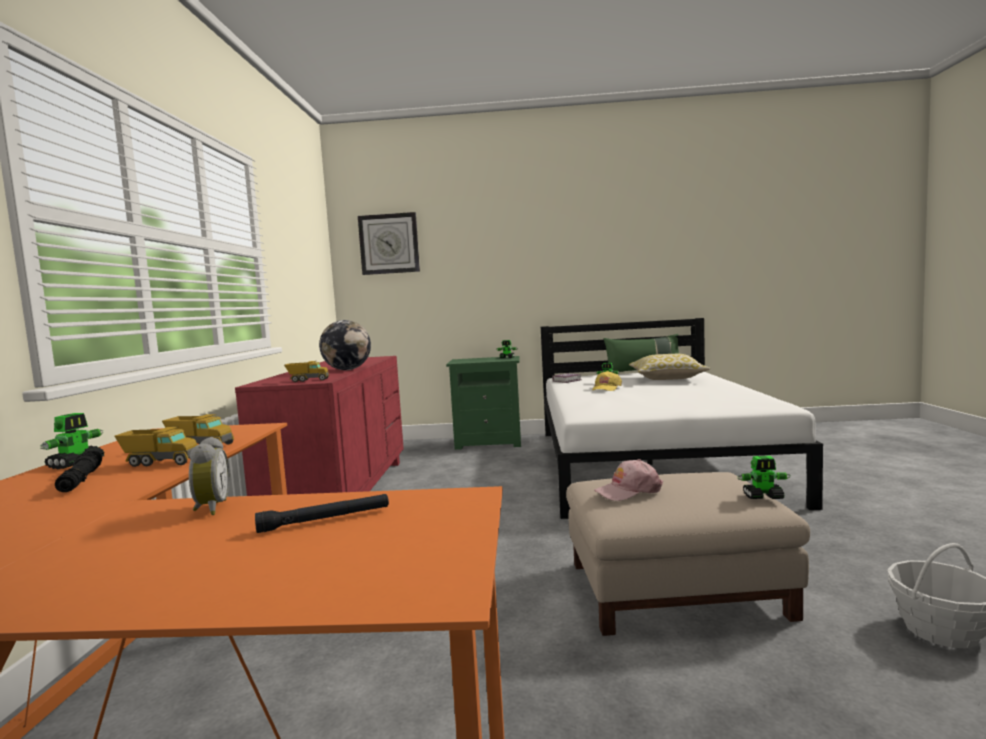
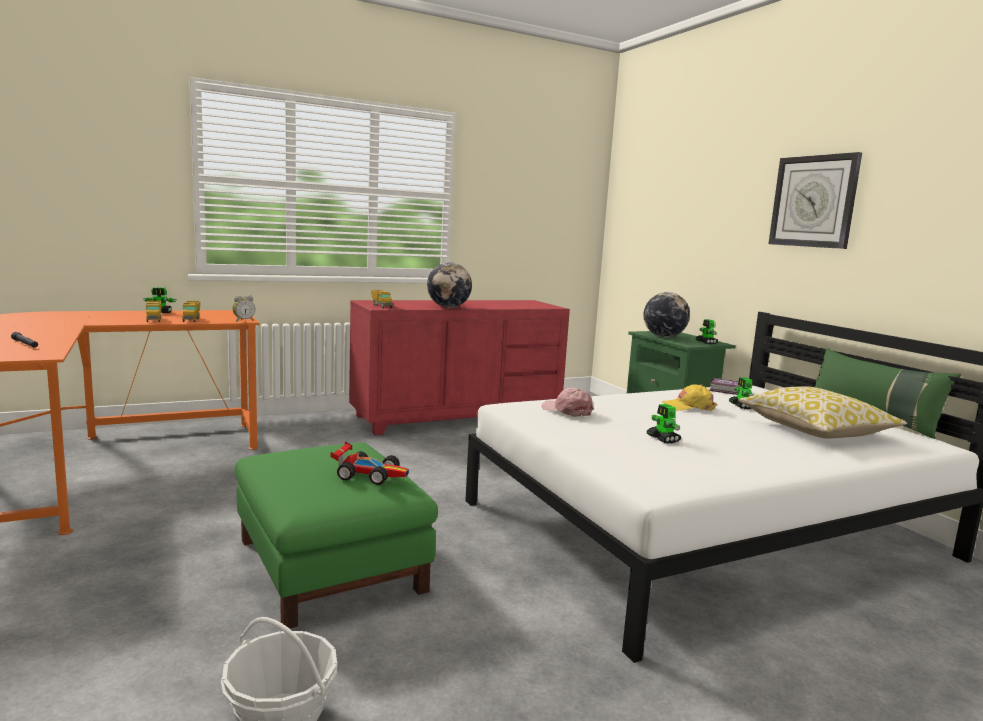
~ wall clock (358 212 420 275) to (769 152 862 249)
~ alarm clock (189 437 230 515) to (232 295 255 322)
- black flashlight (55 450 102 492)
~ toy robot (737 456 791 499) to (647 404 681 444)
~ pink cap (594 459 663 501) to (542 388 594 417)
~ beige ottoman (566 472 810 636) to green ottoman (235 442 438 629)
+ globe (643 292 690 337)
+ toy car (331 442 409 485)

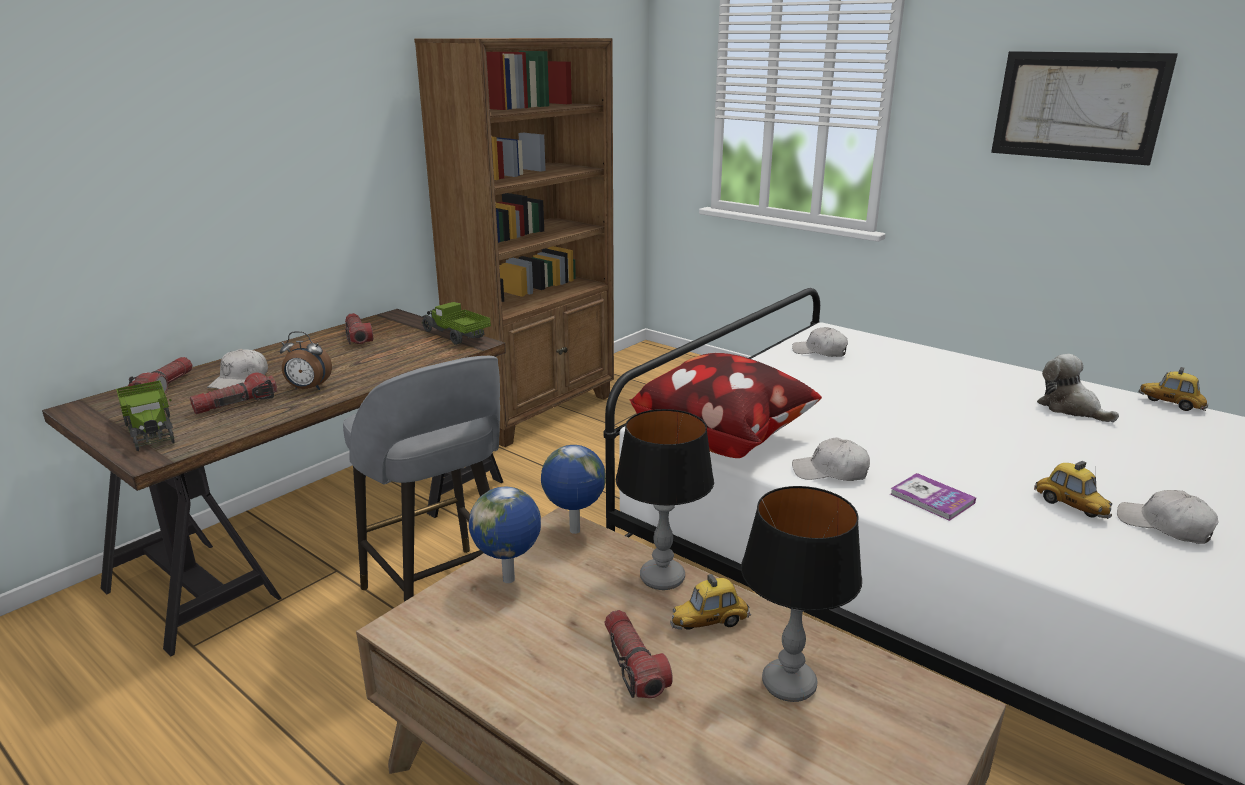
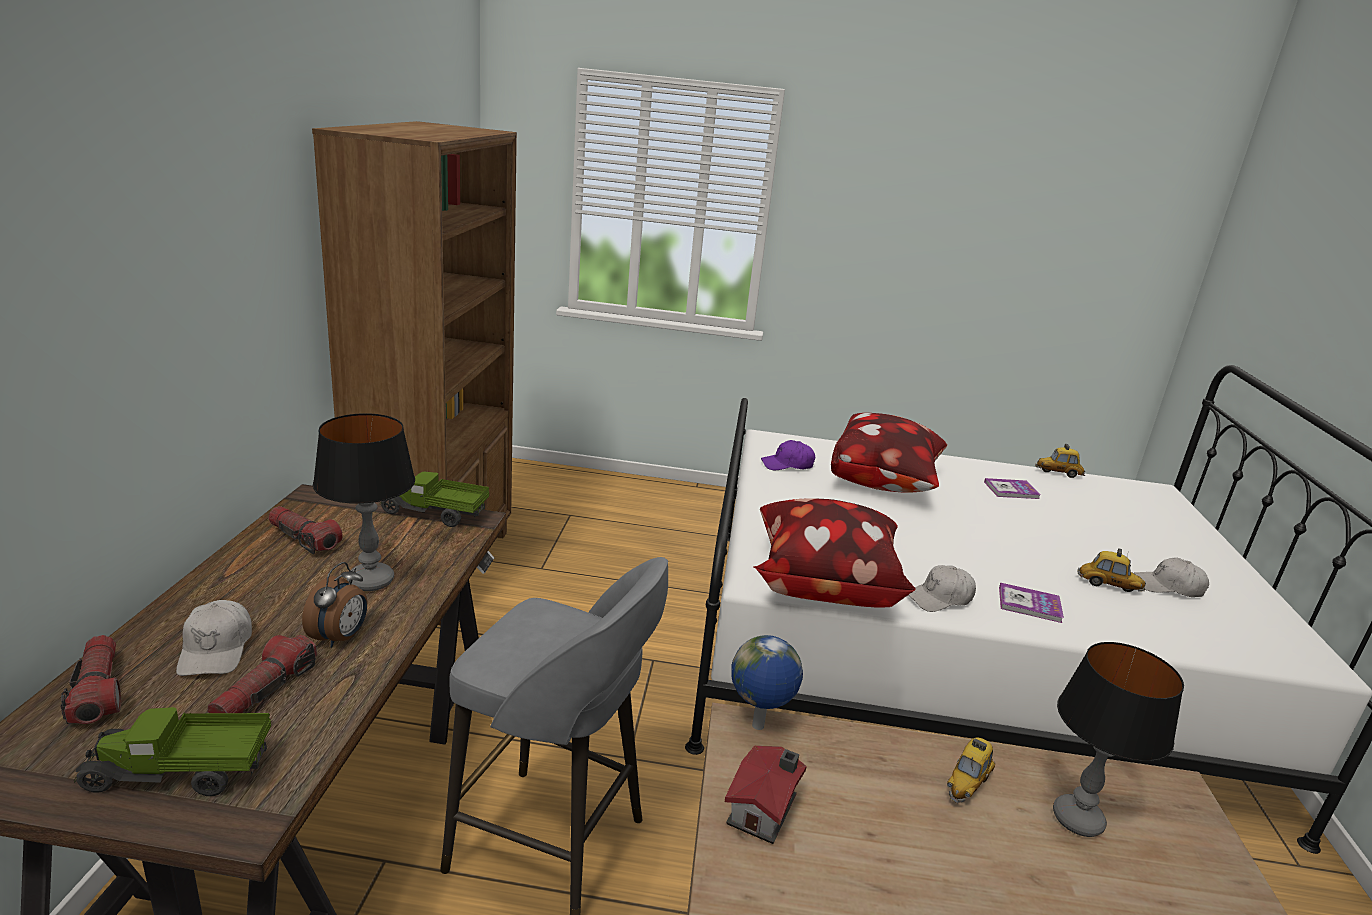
- picture (991 51 1178 166)
~ white cap (792 327 848 357) to purple cap (761 440 815 470)
~ alarm clock (280 331 332 390) = (302 562 367 648) 45 degrees counterclockwise
~ plush toy (1037 354 1119 422) to book (984 478 1041 499)
~ toy truck (116 380 175 451) = (74 707 271 796) 150 degrees clockwise
~ table lamp (616 409 714 590) to (313 413 415 591)
~ globe (469 487 541 583) to toy house (725 746 807 844)
- flashlight (605 610 673 698)
+ pillow (831 413 947 493)

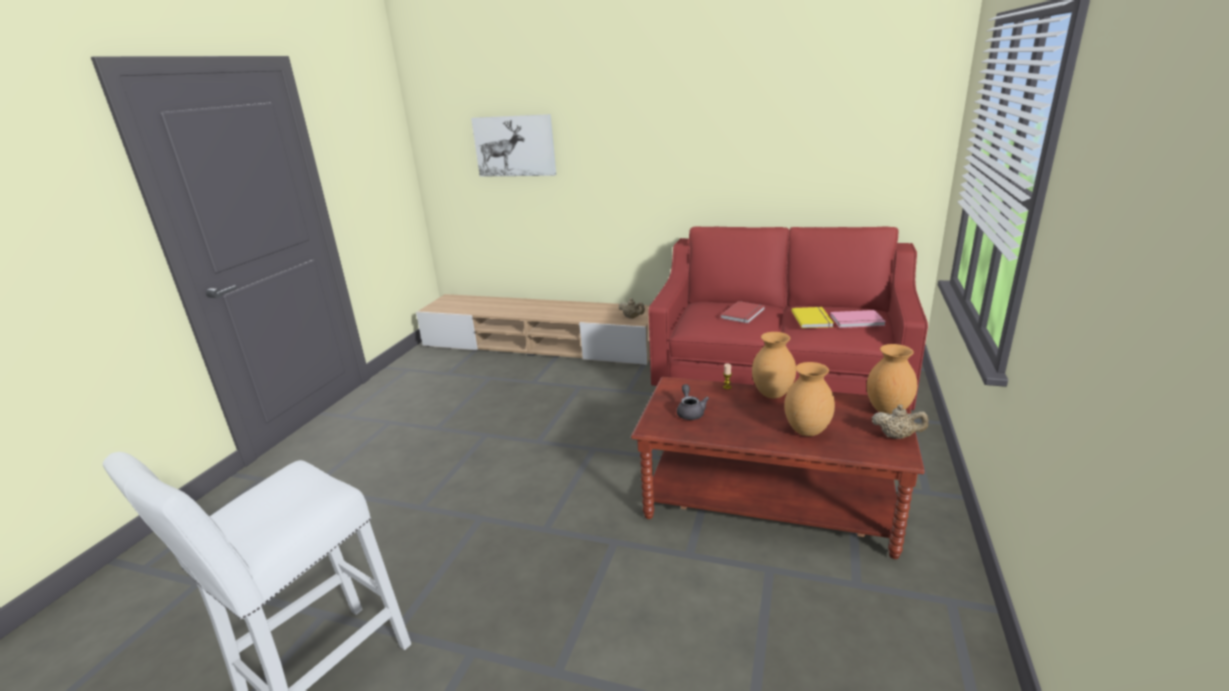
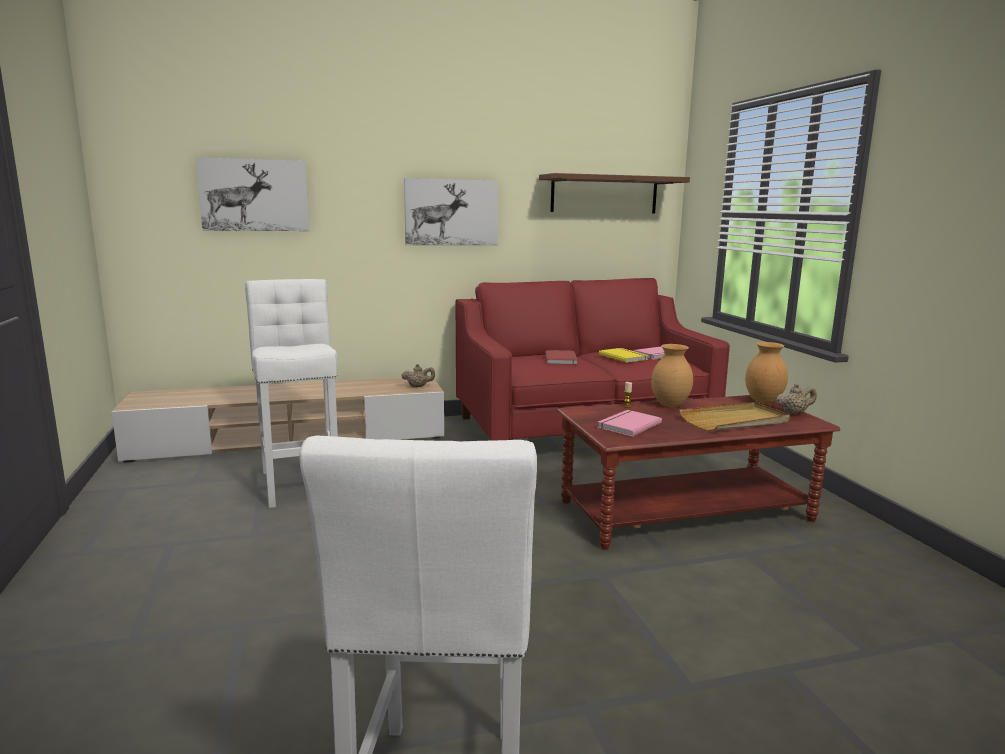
~ brown vase (784 362 835 436) to beige tray (679 402 790 431)
~ grey teapot (677 384 709 420) to pink book (597 410 662 437)
+ brown shelf (539 173 690 213)
+ picture (404 178 498 245)
+ white stool (245 279 338 508)

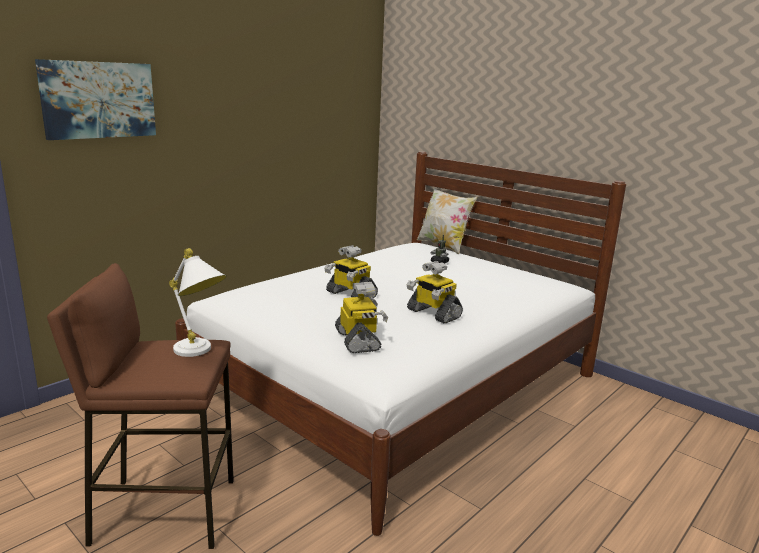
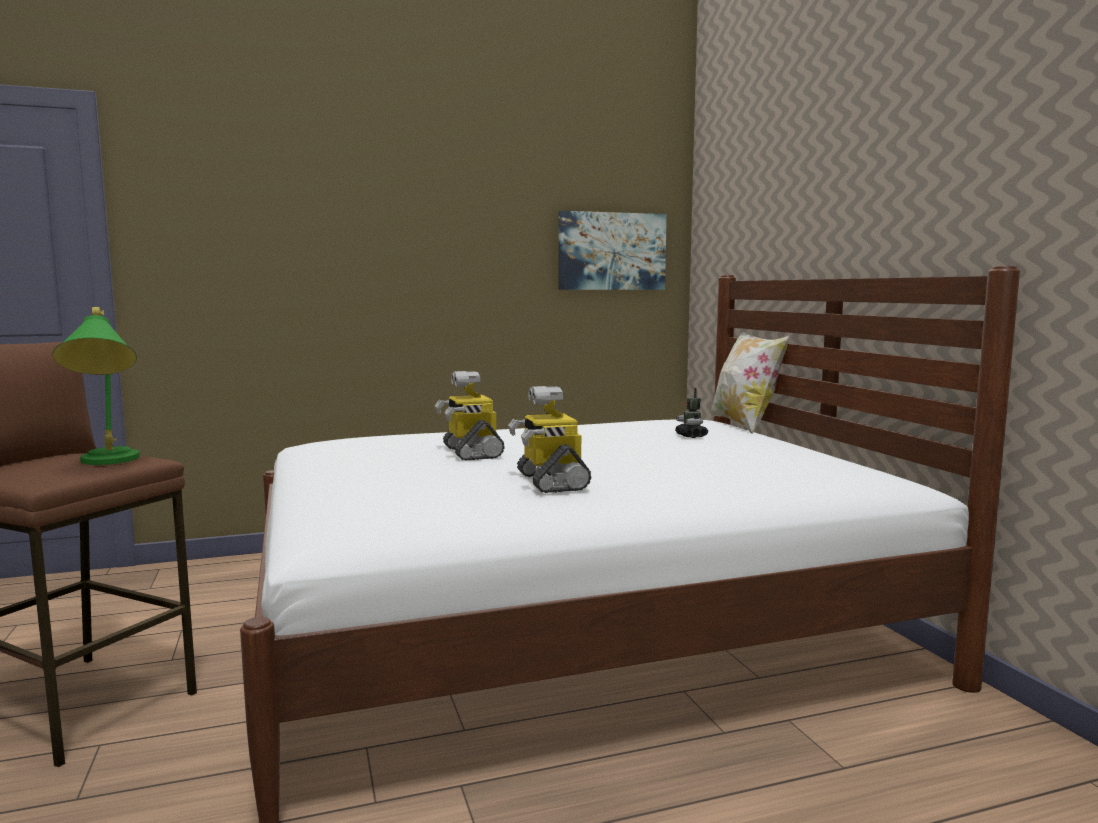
~ picture (35 59 156 140) to (558 211 667 290)
~ white table lamp (169 248 227 357) to green table lamp (53 307 140 465)
- toy robot (335 282 388 353)

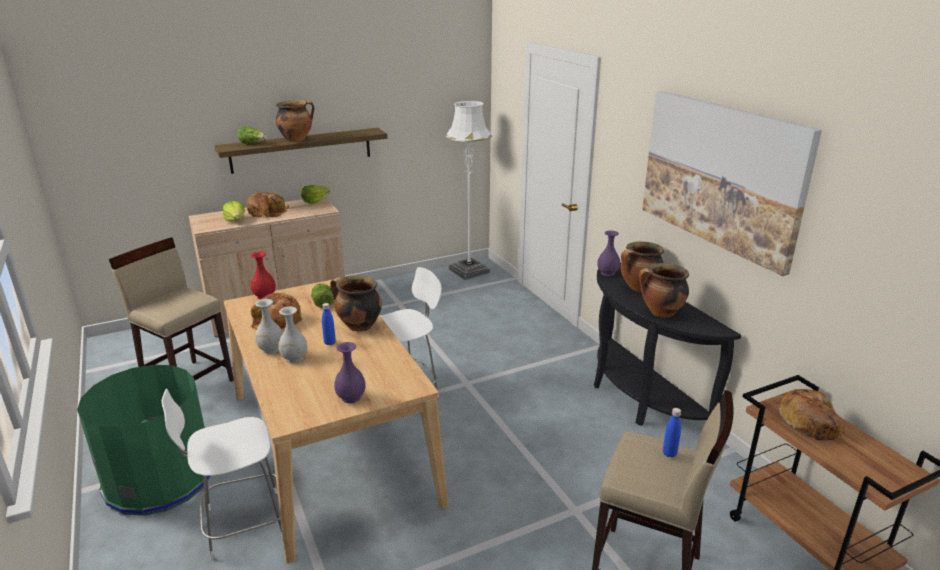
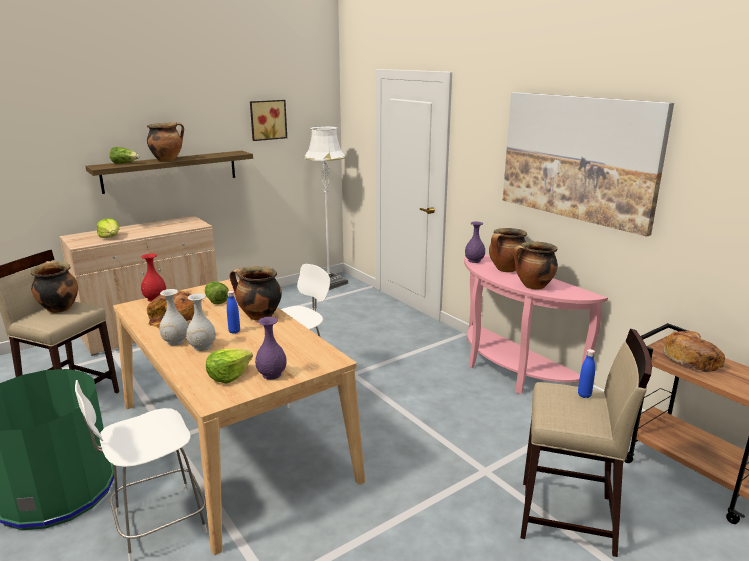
~ lettuce (301 185 330 204) to (206 348 253 383)
- bread (246 192 289 218)
~ black console table (594 263 741 426) to pink console table (464 254 608 394)
+ picture (250 100 287 141)
+ cooking pot (31 261 78 313)

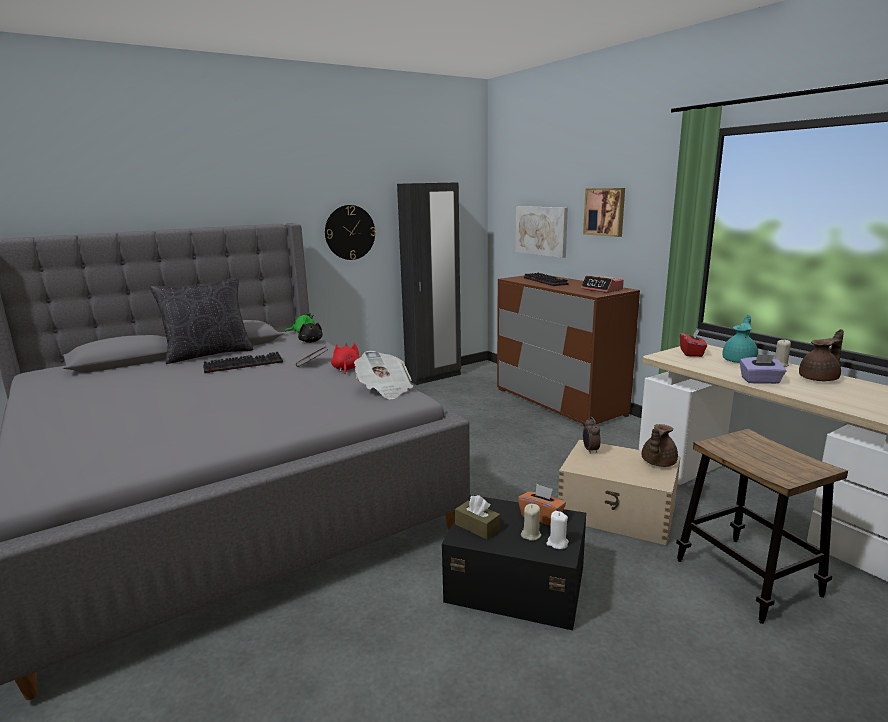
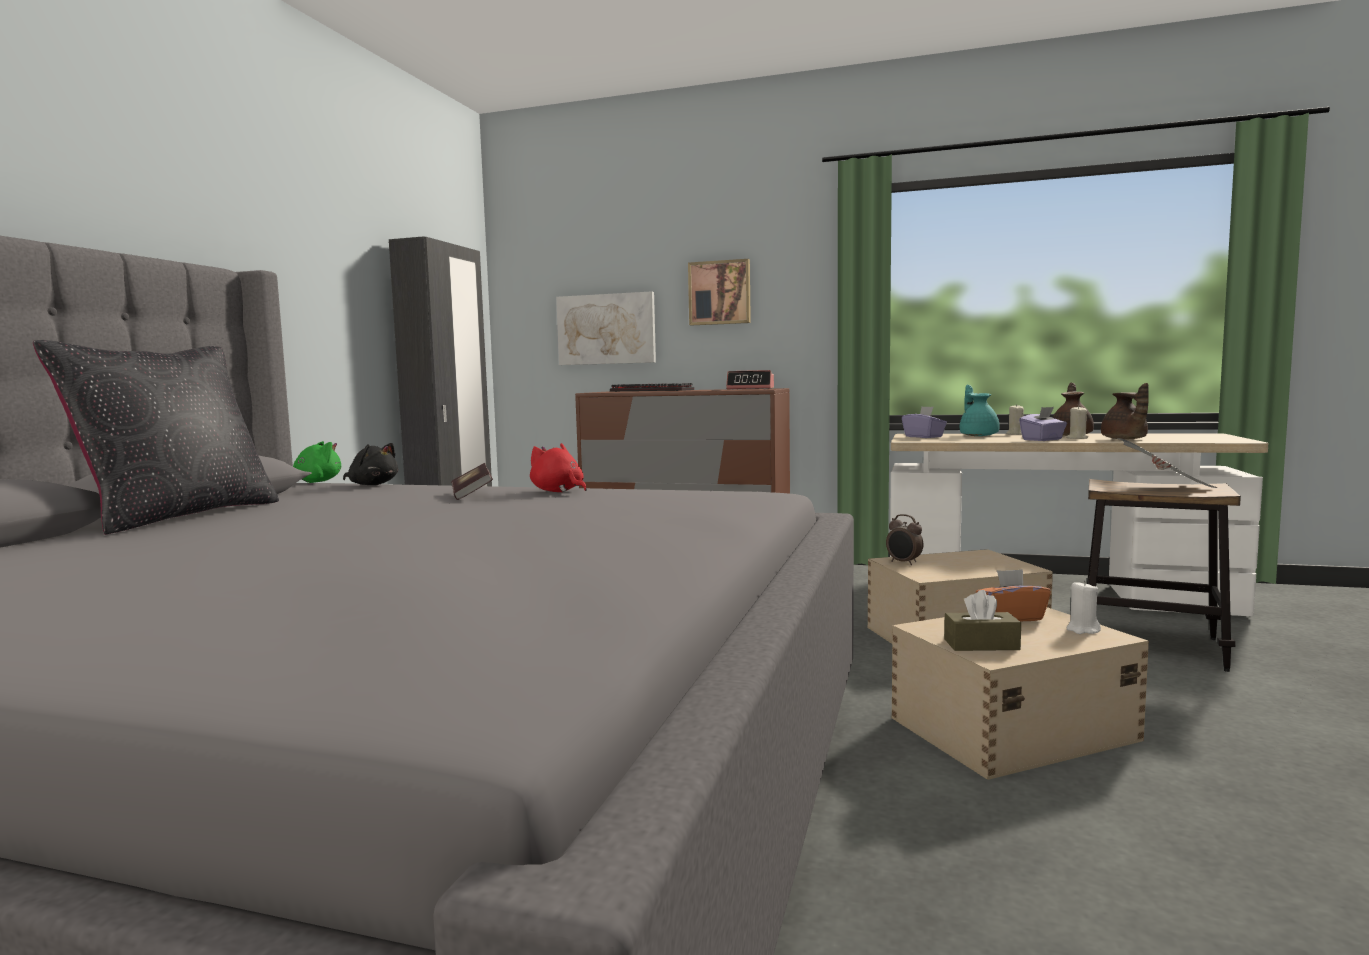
- wall clock (325 205 376 260)
~ red tissue box (680 329 707 357) to purple tissue box (902 406 947 438)
~ newspaper (354 351 413 400) to (1117 438 1217 488)
- keyboard (203 352 283 373)
~ brown teapot (642 424 678 467) to (1101 383 1149 440)
~ black storage box (442 495 586 630) to beige storage box (892 607 1149 780)
~ beige candle (521 504 541 541) to (1066 406 1088 439)

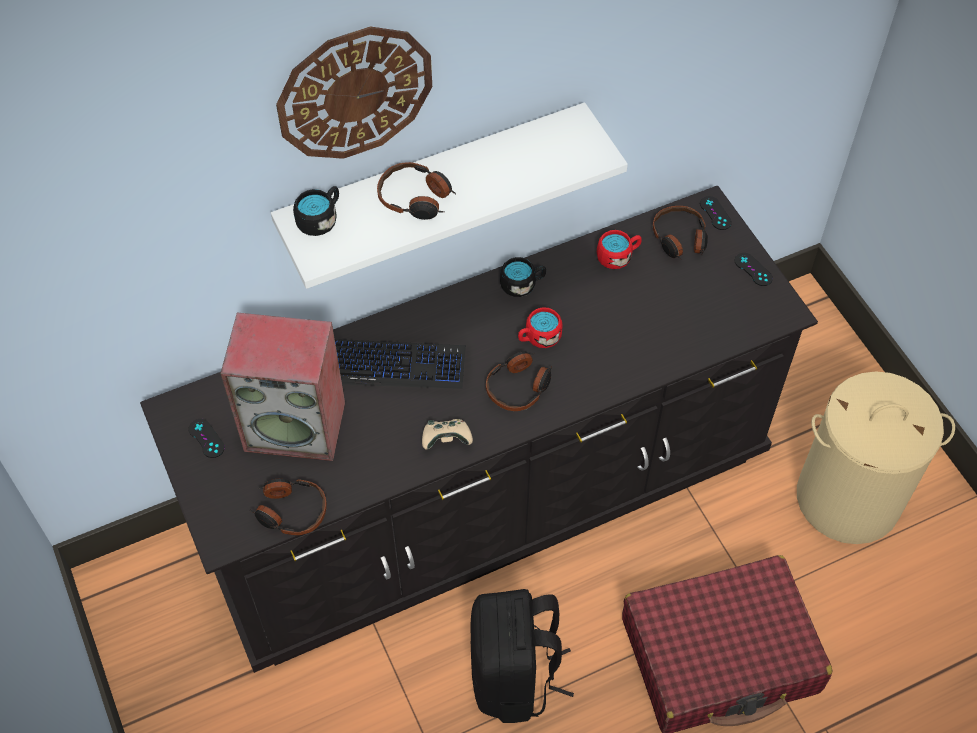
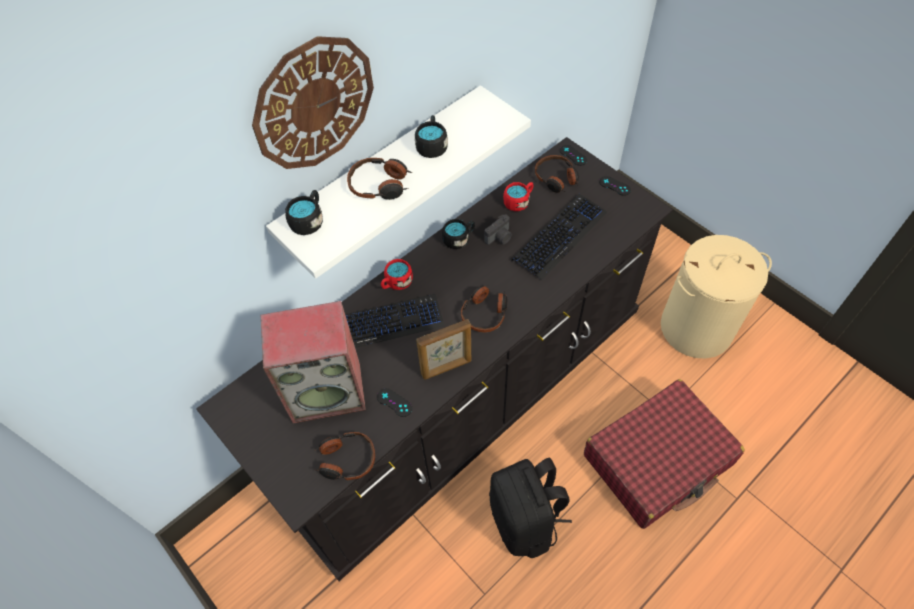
~ red mug (518 307 562 348) to (381 259 413 290)
~ black game controller (188 419 225 458) to (377 388 412 417)
~ beige game controller (422 419 473 450) to picture frame (416 319 471 380)
+ black mug (415 115 448 158)
+ keyboard (511 194 607 280)
+ photo camera (484 214 512 245)

